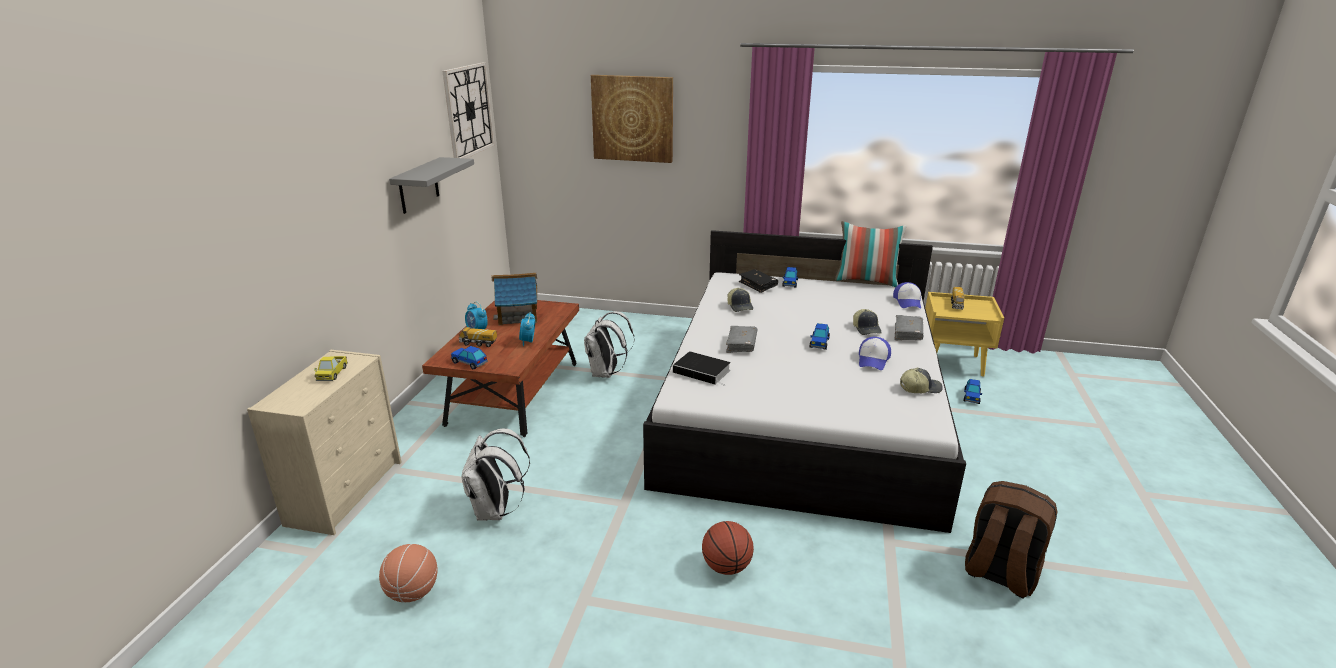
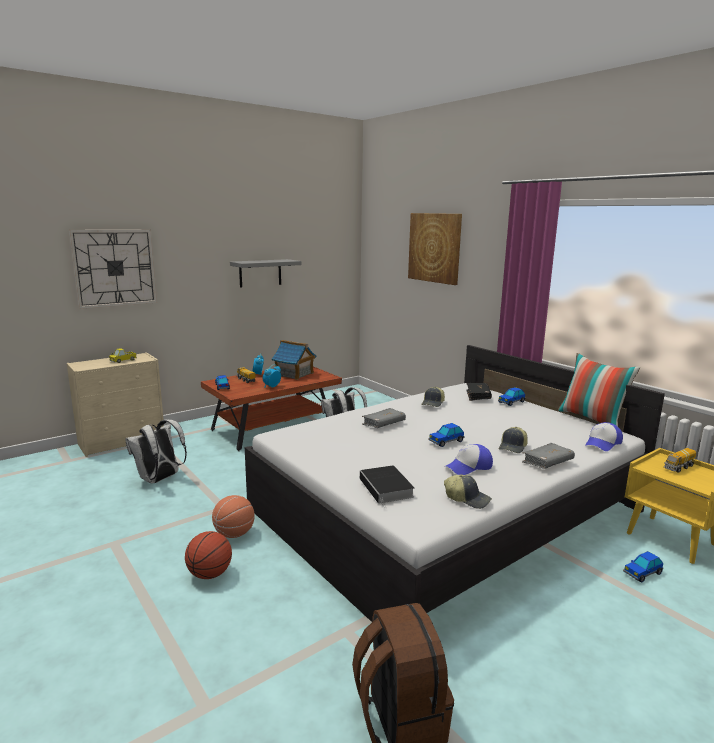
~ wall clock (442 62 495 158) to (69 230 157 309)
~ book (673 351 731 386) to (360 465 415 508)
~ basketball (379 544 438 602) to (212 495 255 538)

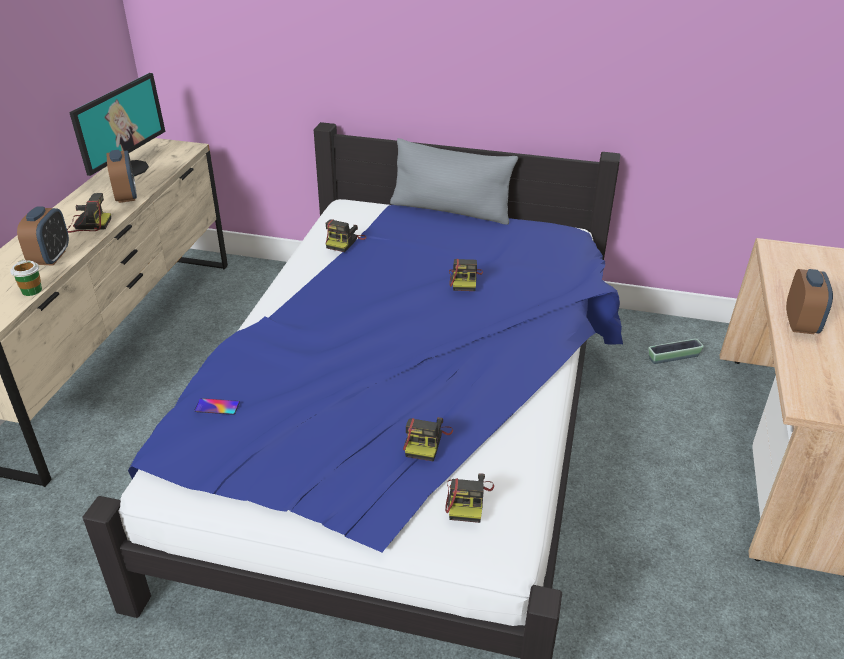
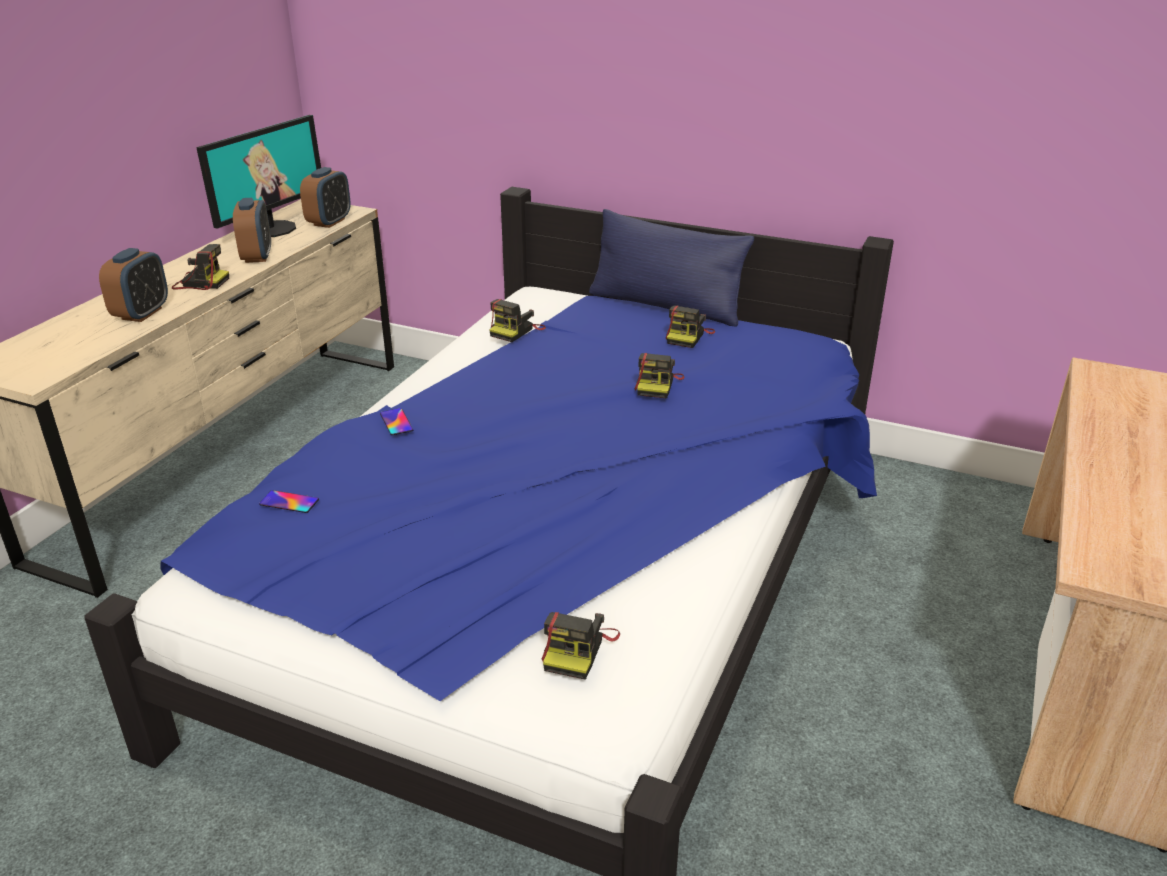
~ grey pillow (390 138 518 225) to blue pillow (589 209 754 327)
- cup (10 260 42 296)
~ alarm clock (786 269 833 334) to (300 167 351 228)
- planter (649 339 704 364)
~ photo camera (403 417 453 461) to (666 305 715 348)
+ phone (380 408 413 435)

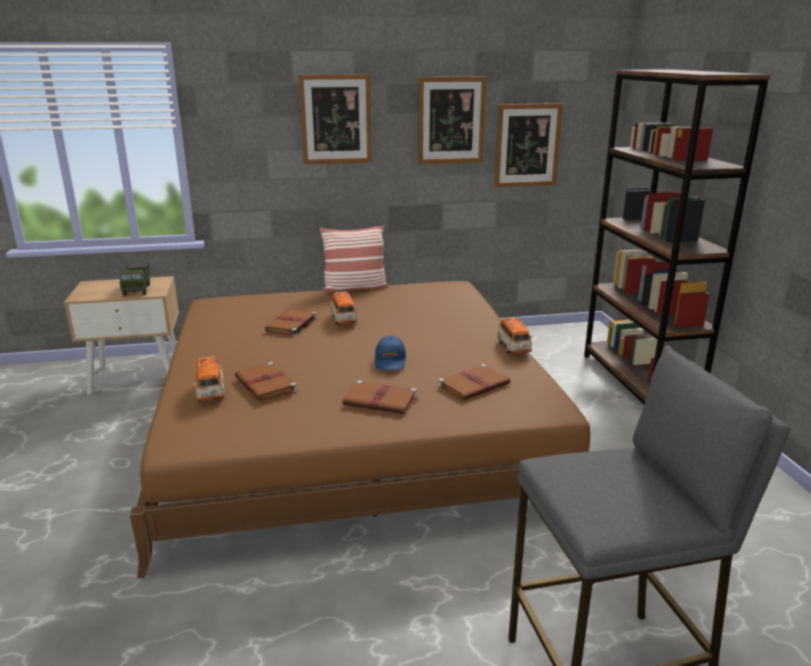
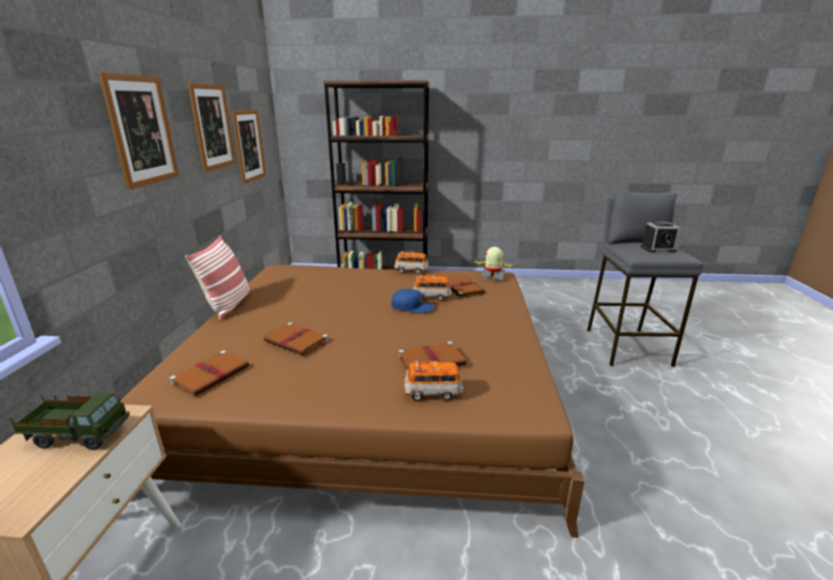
~ toy car (331 291 357 324) to (413 275 452 301)
~ brown book (342 380 419 414) to (169 351 249 396)
+ alarm clock (641 221 680 252)
+ toy robot (473 247 516 281)

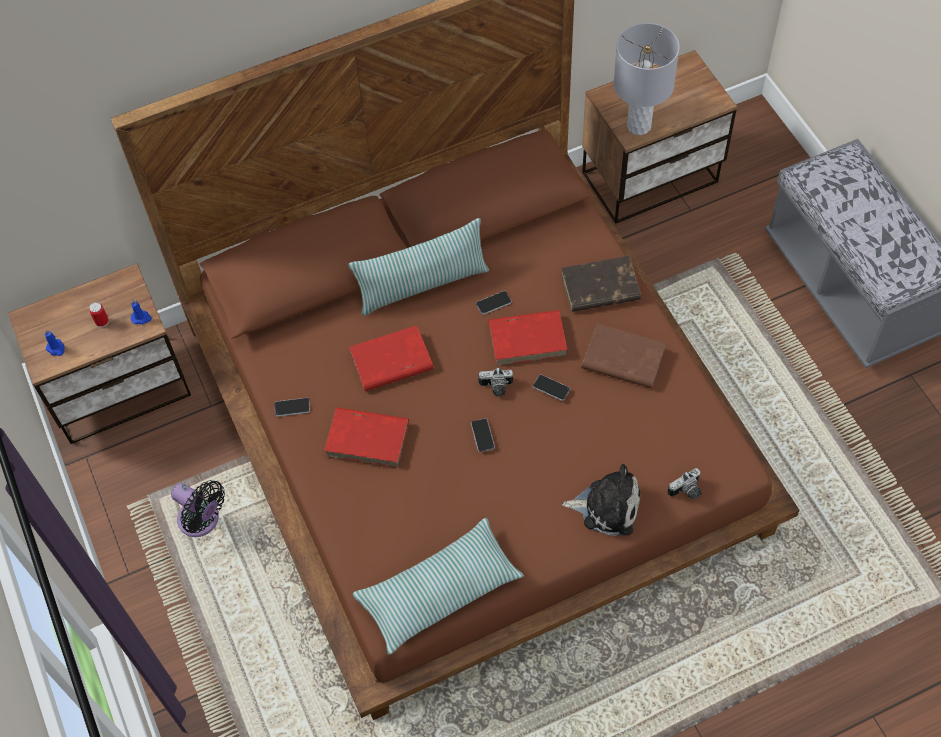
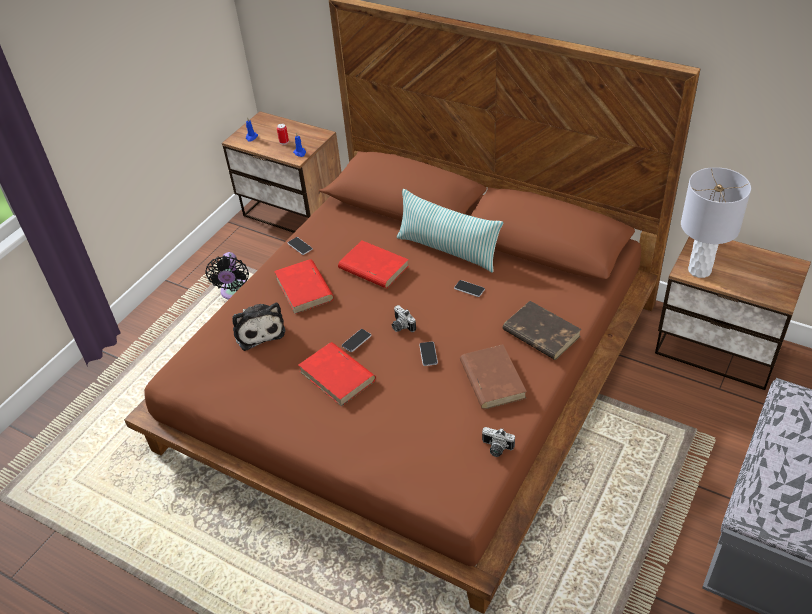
~ red book (489 310 567 366) to (299 342 376 407)
~ plush toy (562 464 640 536) to (232 303 286 351)
~ photo camera (667 468 702 500) to (482 427 515 457)
- pillow (353 518 524 655)

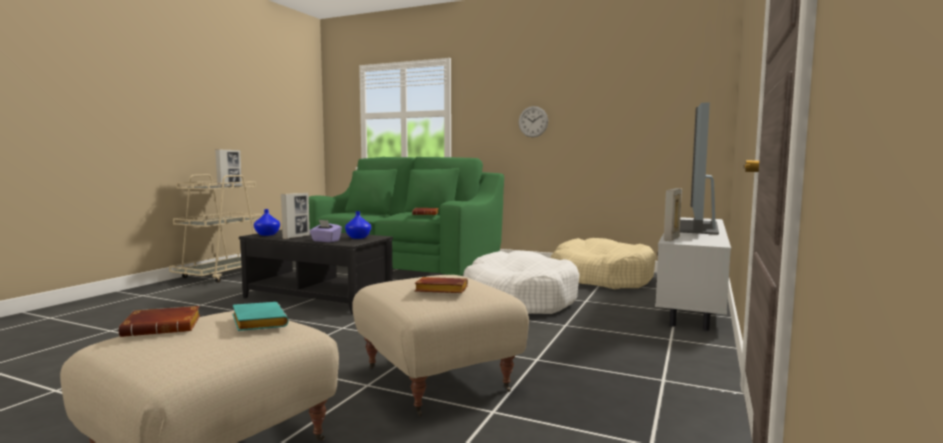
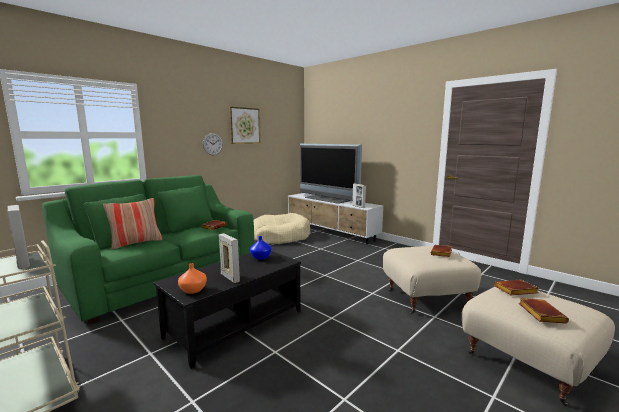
~ blue vase (254 209 280 236) to orange vase (178 263 207 294)
- purple tissue box (309 220 342 242)
- white dog bed (463 251 579 314)
~ turquoise book (233 302 288 331) to brown book (494 280 539 295)
+ picture (229 106 261 144)
+ pillow (103 198 163 249)

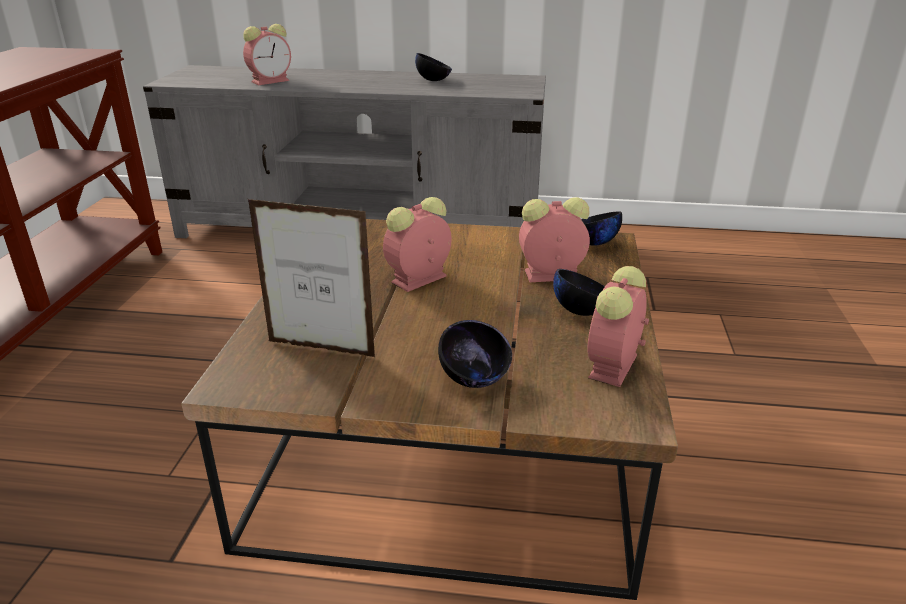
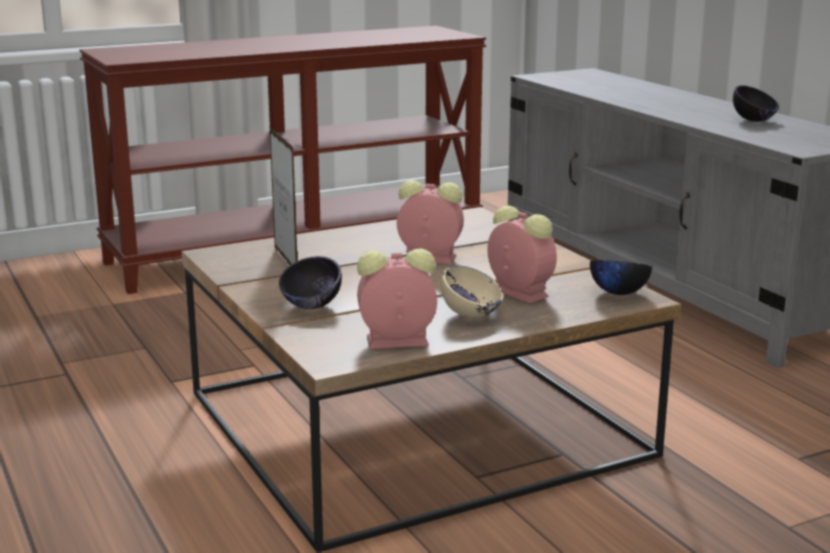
- alarm clock (243 24 291 85)
~ black bowl (553 269 605 316) to beige bowl (441 266 503 318)

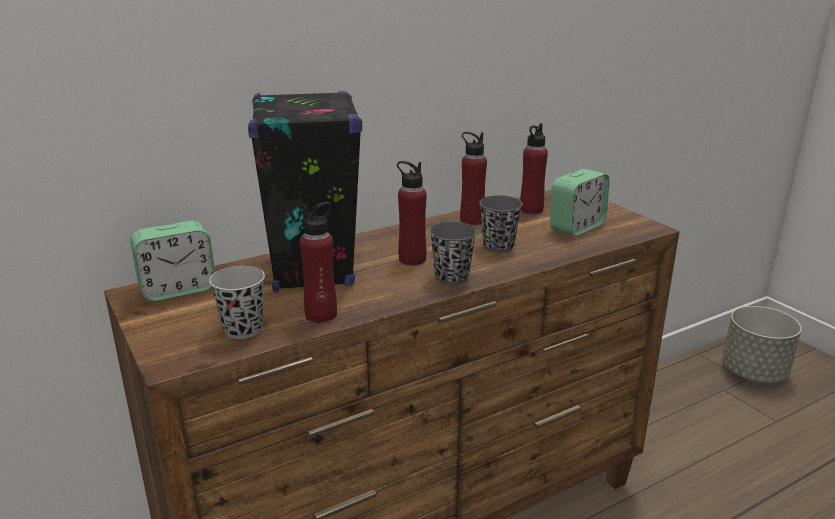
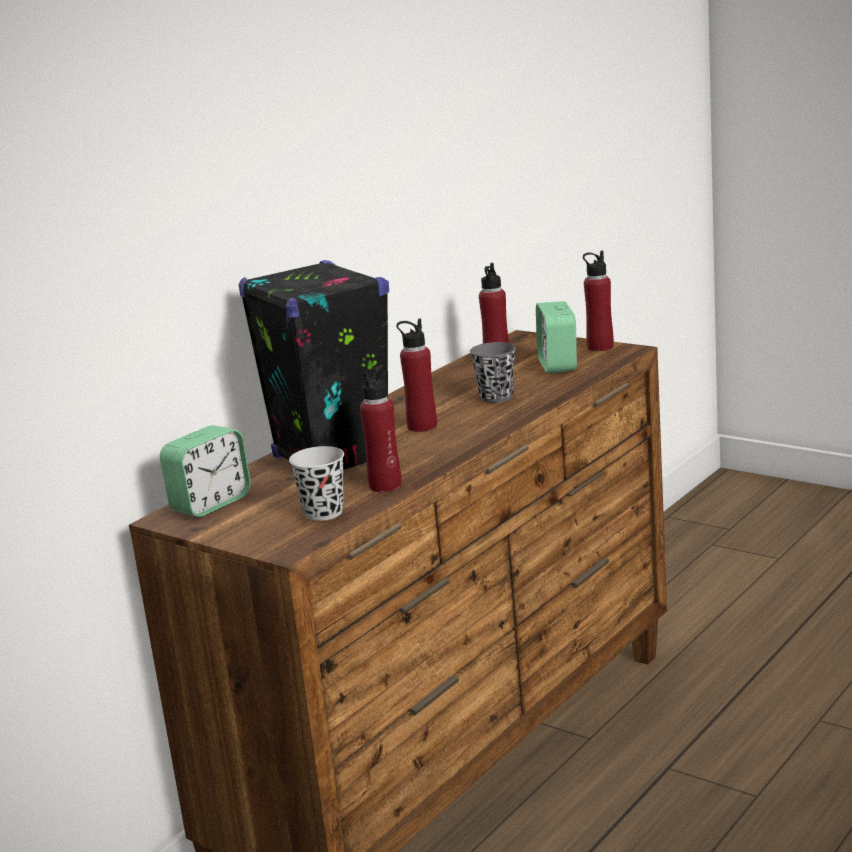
~ red bottle (460 132 487 225) to (583 251 614 351)
~ alarm clock (550 169 610 236) = (536 301 577 373) 150 degrees clockwise
- grey cup (429 222 477 285)
- grey planter (722 306 802 383)

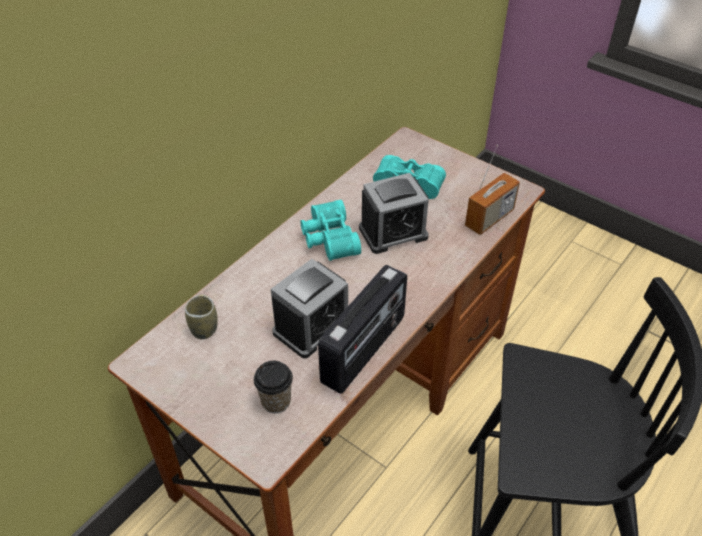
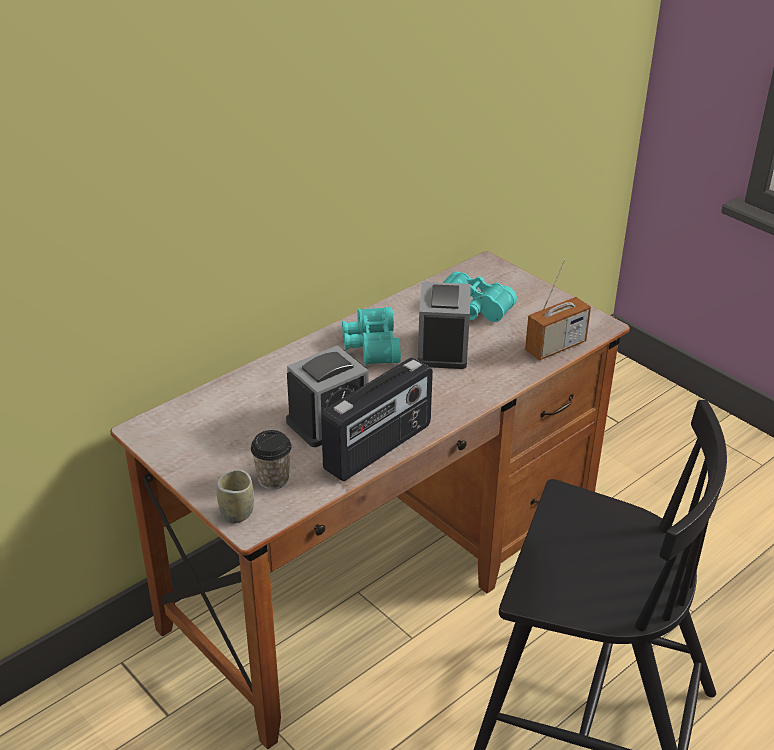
~ alarm clock (359 173 429 254) = (418 282 471 369) 105 degrees clockwise
~ cup (185 295 218 339) to (217 469 254 524)

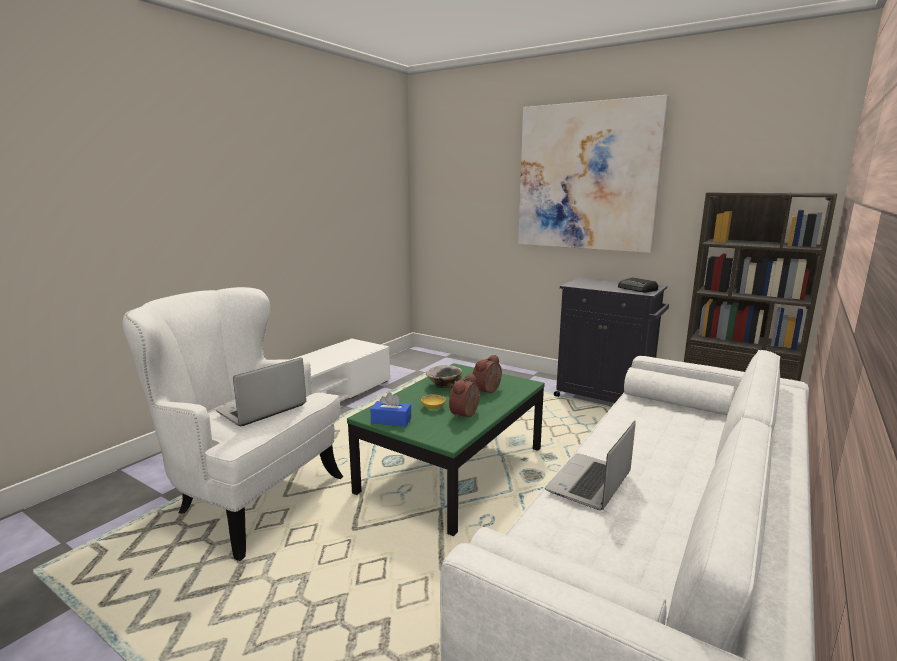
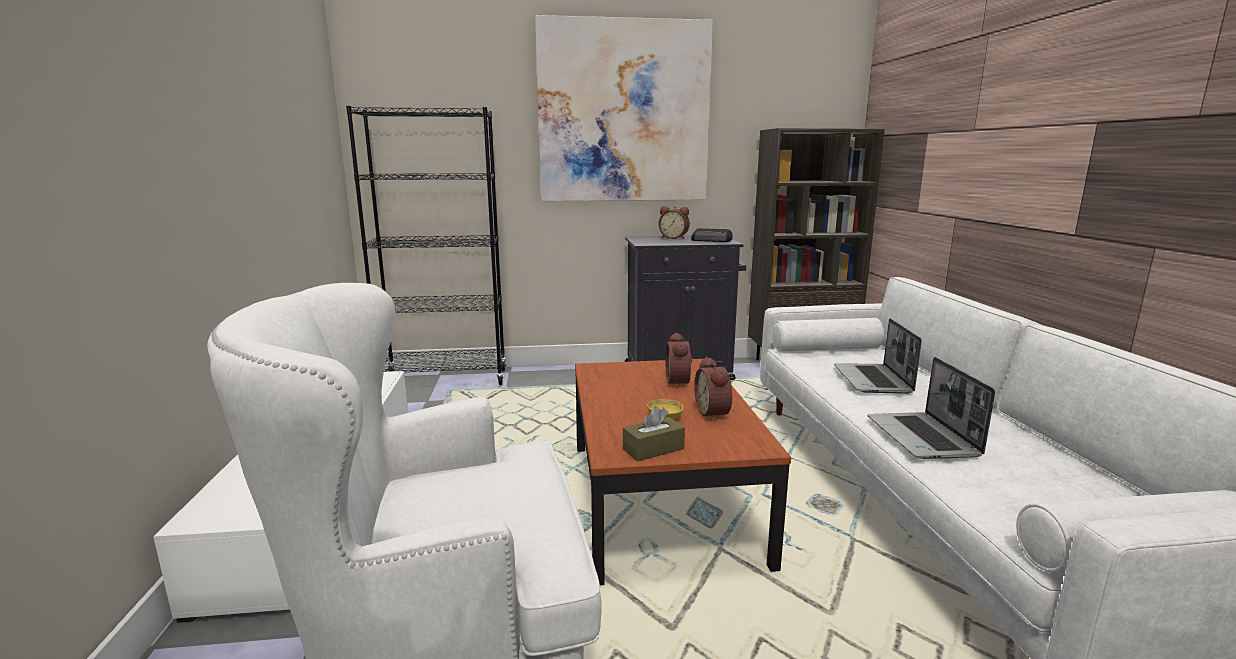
~ laptop (216 358 306 426) to (834 318 922 394)
~ green coffee table (347 363 545 536) to brown coffee table (575 359 791 585)
- bowl (426 365 463 388)
~ blue tissue box (370 392 411 426) to brown tissue box (623 406 685 462)
+ black bookcase (346 106 506 385)
+ alarm clock (659 206 690 239)

